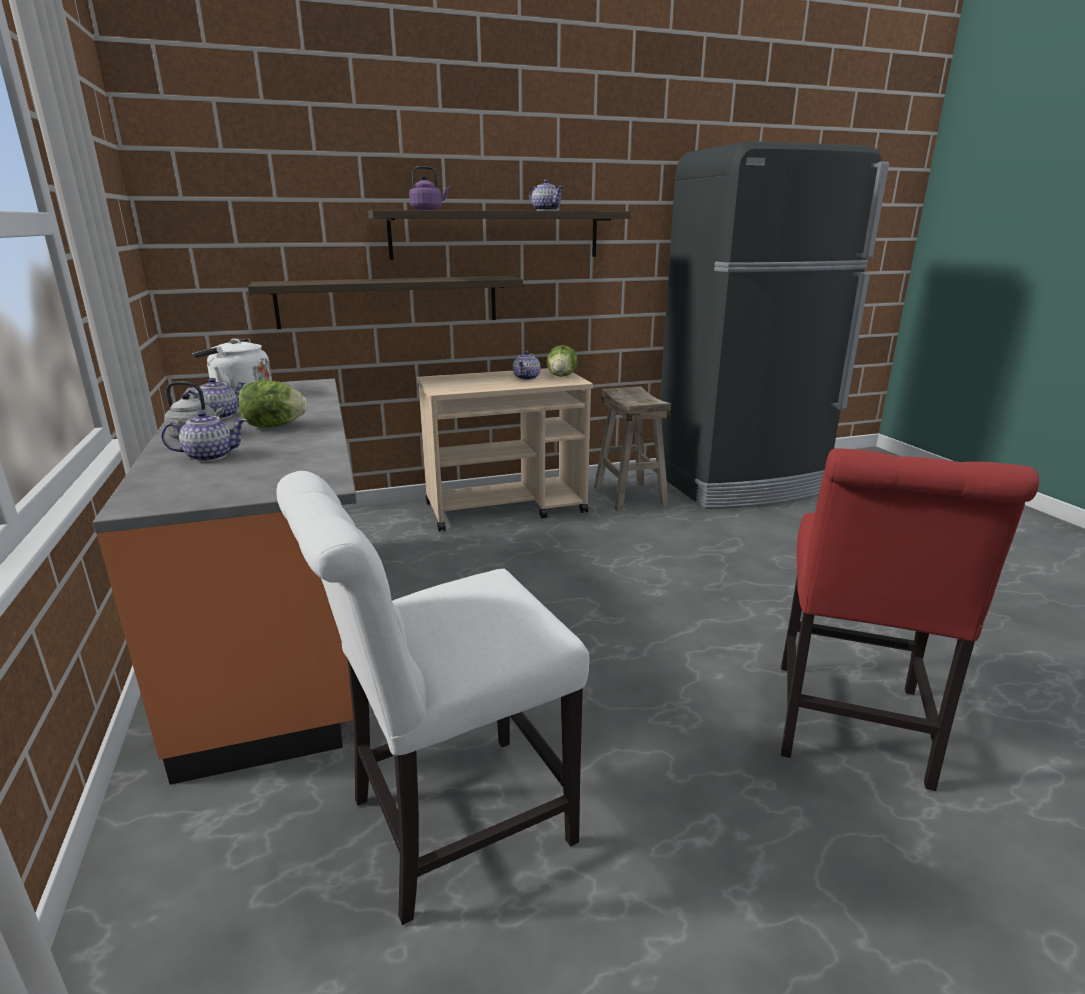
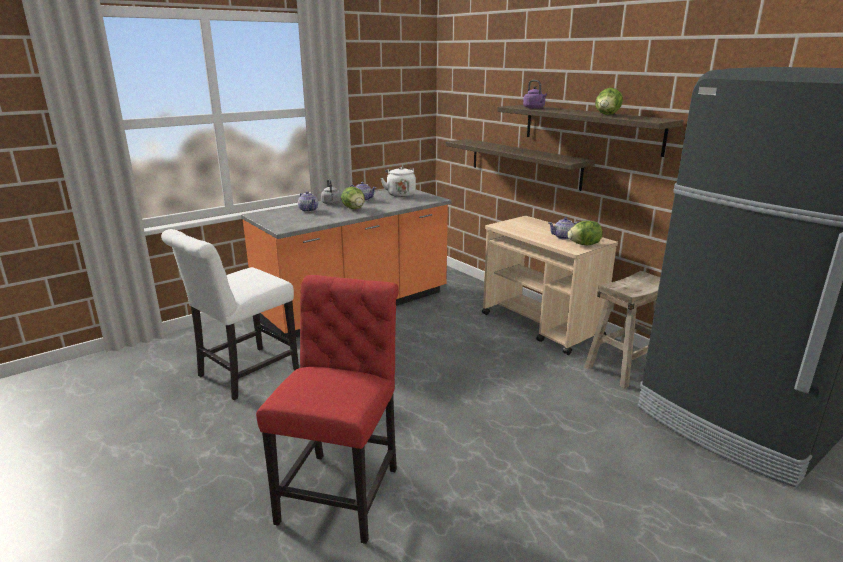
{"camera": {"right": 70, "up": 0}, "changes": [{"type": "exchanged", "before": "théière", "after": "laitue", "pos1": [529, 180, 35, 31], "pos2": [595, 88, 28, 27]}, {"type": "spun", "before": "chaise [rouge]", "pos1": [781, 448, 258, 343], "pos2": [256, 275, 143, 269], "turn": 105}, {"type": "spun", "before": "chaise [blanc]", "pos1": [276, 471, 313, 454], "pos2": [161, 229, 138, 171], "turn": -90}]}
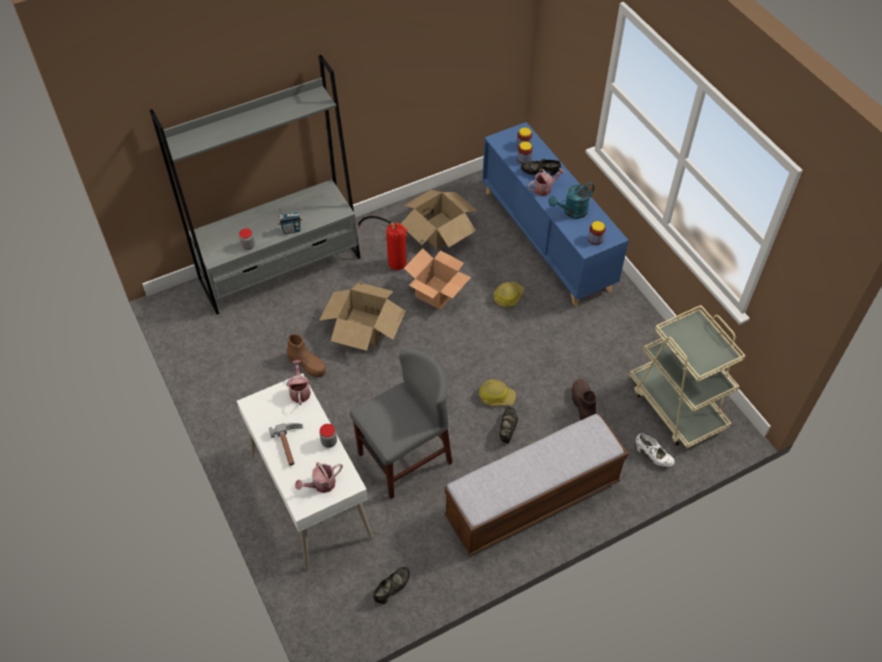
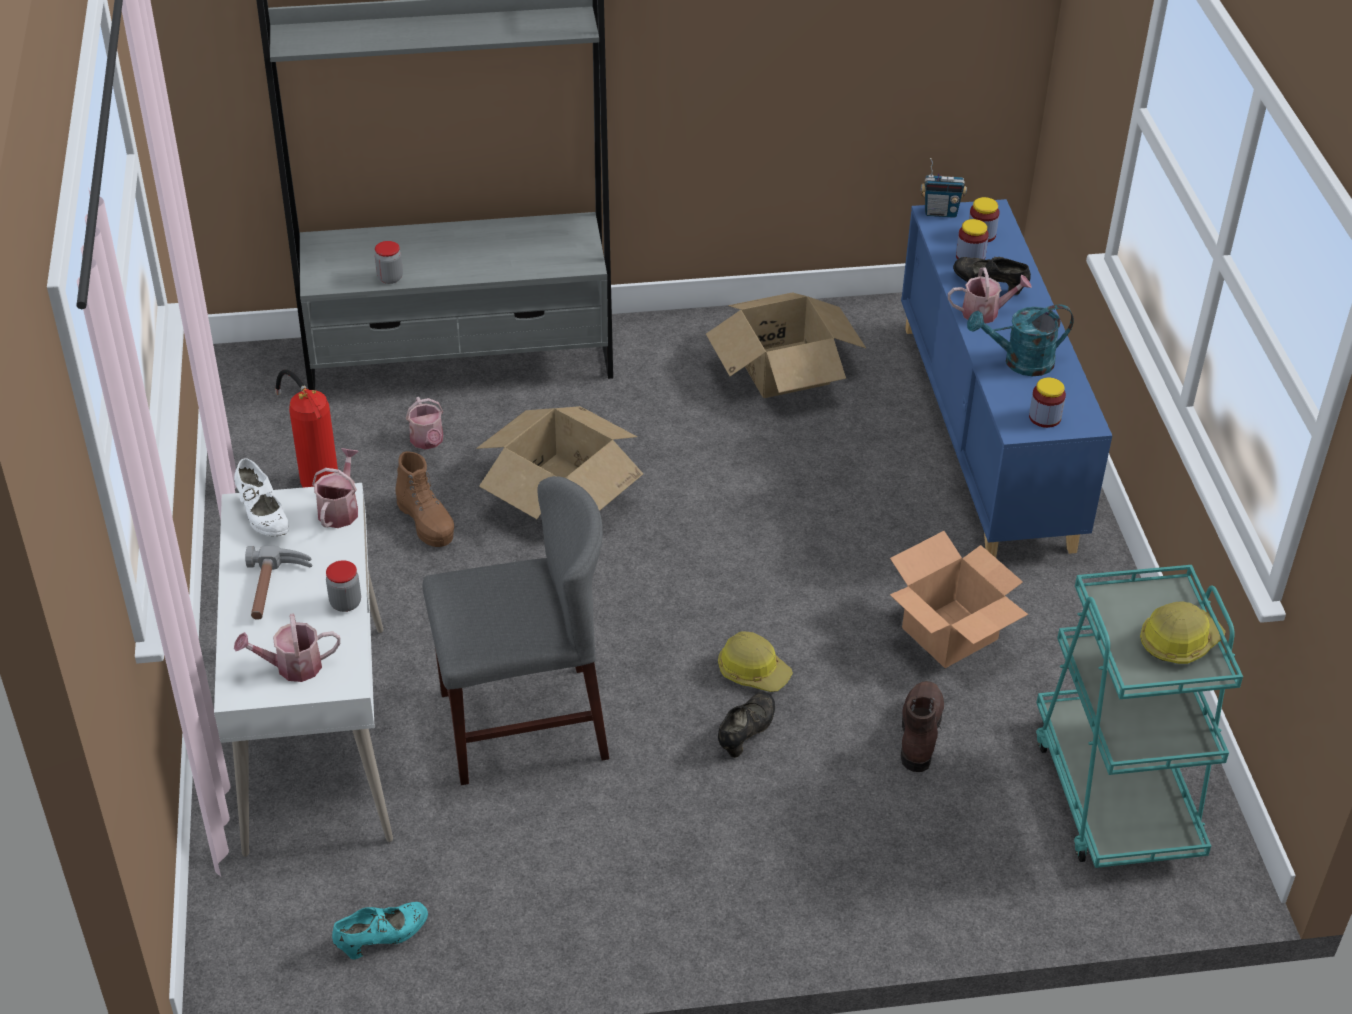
{"camera": {"right": 20, "up": -10}, "changes": [{"type": "relocated", "before": "radio", "pos1": [277, 208, 25, 27], "pos2": [921, 158, 46, 60]}, {"type": "relocated", "before": "extincteur", "pos1": [357, 216, 51, 54], "pos2": [275, 369, 63, 119]}, {"type": "relocated", "before": "carton", "pos1": [404, 248, 67, 62], "pos2": [890, 531, 138, 137]}, {"type": "relocated", "before": "casque de chantier", "pos1": [494, 282, 30, 25], "pos2": [1140, 602, 86, 62]}, {"type": "colour", "before": "chariot [beige]", "after": "chariot [turquoise]", "pos1": [630, 305, 116, 143], "pos2": [1036, 565, 207, 303]}, {"type": "missing", "before": "banc", "pos1": [444, 414, 184, 142]}, {"type": "relocated", "before": "chaussure [blanc]", "pos1": [636, 433, 39, 34], "pos2": [234, 458, 55, 78]}, {"type": "colour", "before": "chaussure [noir]", "after": "chaussure [turquoise]", "pos1": [373, 567, 37, 37], "pos2": [332, 902, 96, 58]}, {"type": "appeared", "after": "arrosoir", "pos2": [406, 397, 37, 53]}]}
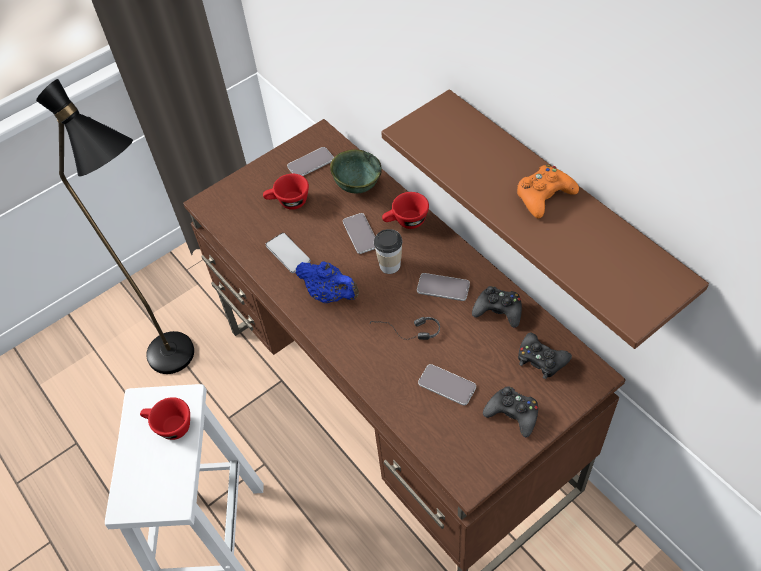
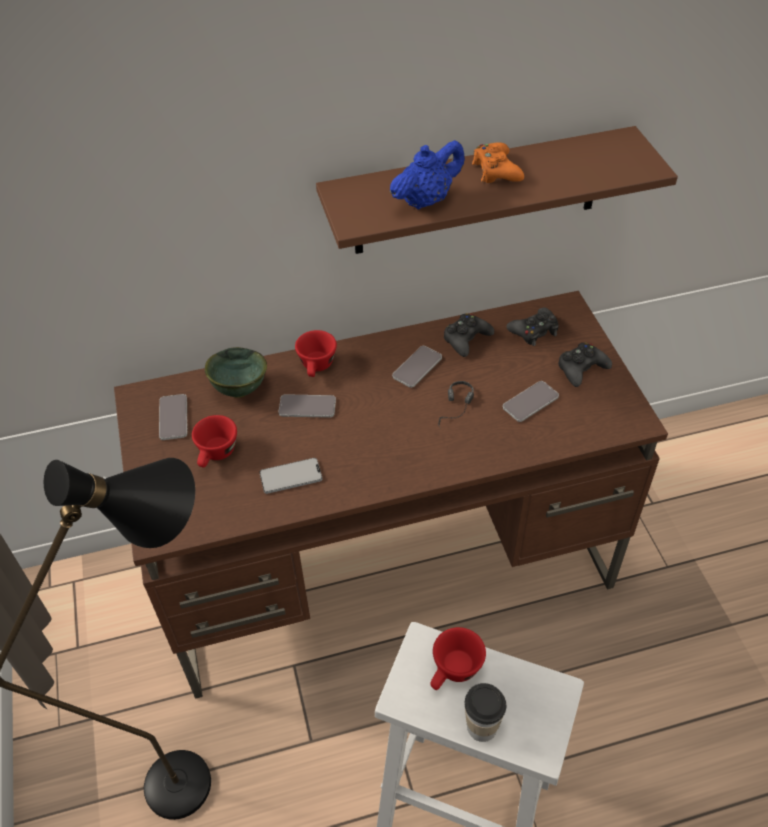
{"camera": {"right": -70, "up": -5}, "changes": [{"type": "relocated", "before": "tasse", "pos1": [374, 229, 28, 45], "pos2": [465, 683, 41, 59]}, {"type": "relocated", "before": "théière [bleu]", "pos1": [296, 261, 63, 42], "pos2": [390, 140, 75, 70]}]}
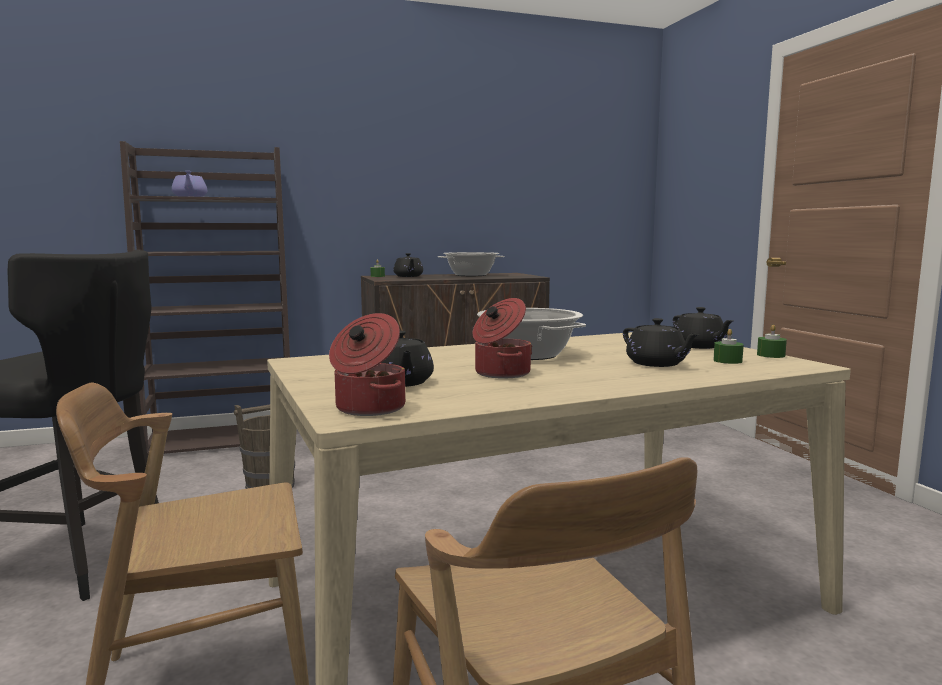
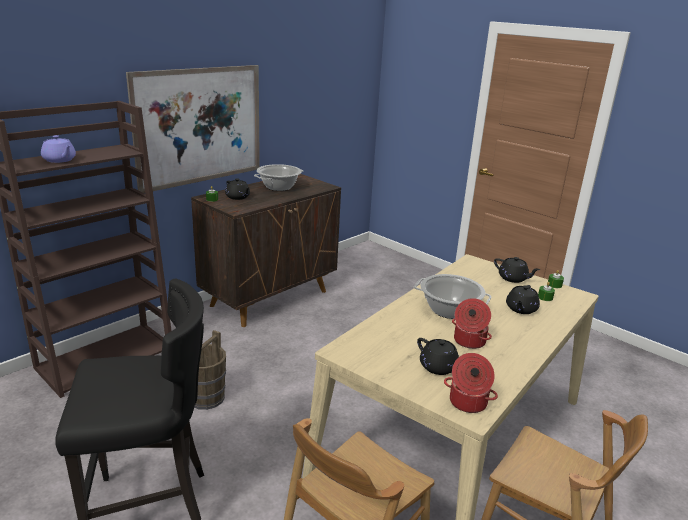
{"camera": {"right": -30, "up": 15}, "changes": [{"type": "spun", "before": "théière [noir]", "pos1": [623, 318, 77, 49], "pos2": [506, 285, 34, 29], "turn": 90}, {"type": "appeared", "after": "tableau", "pos2": [126, 65, 134, 128]}]}
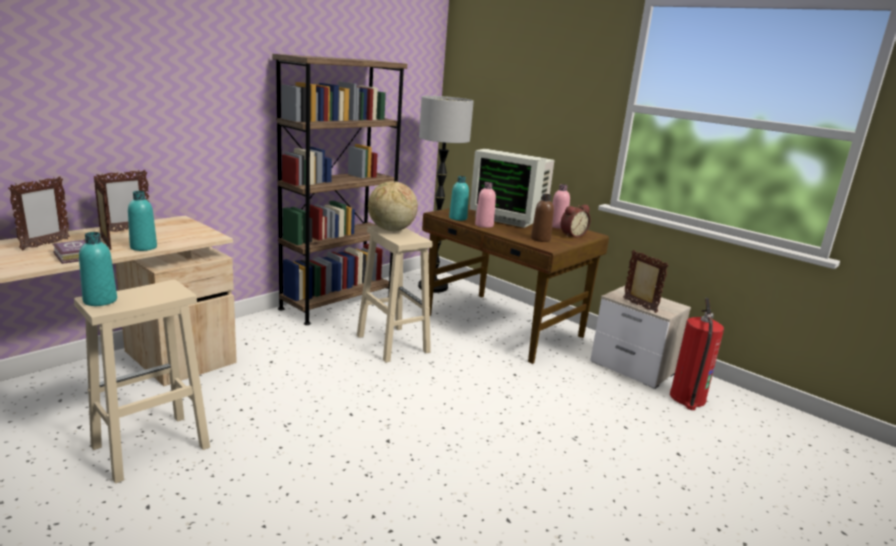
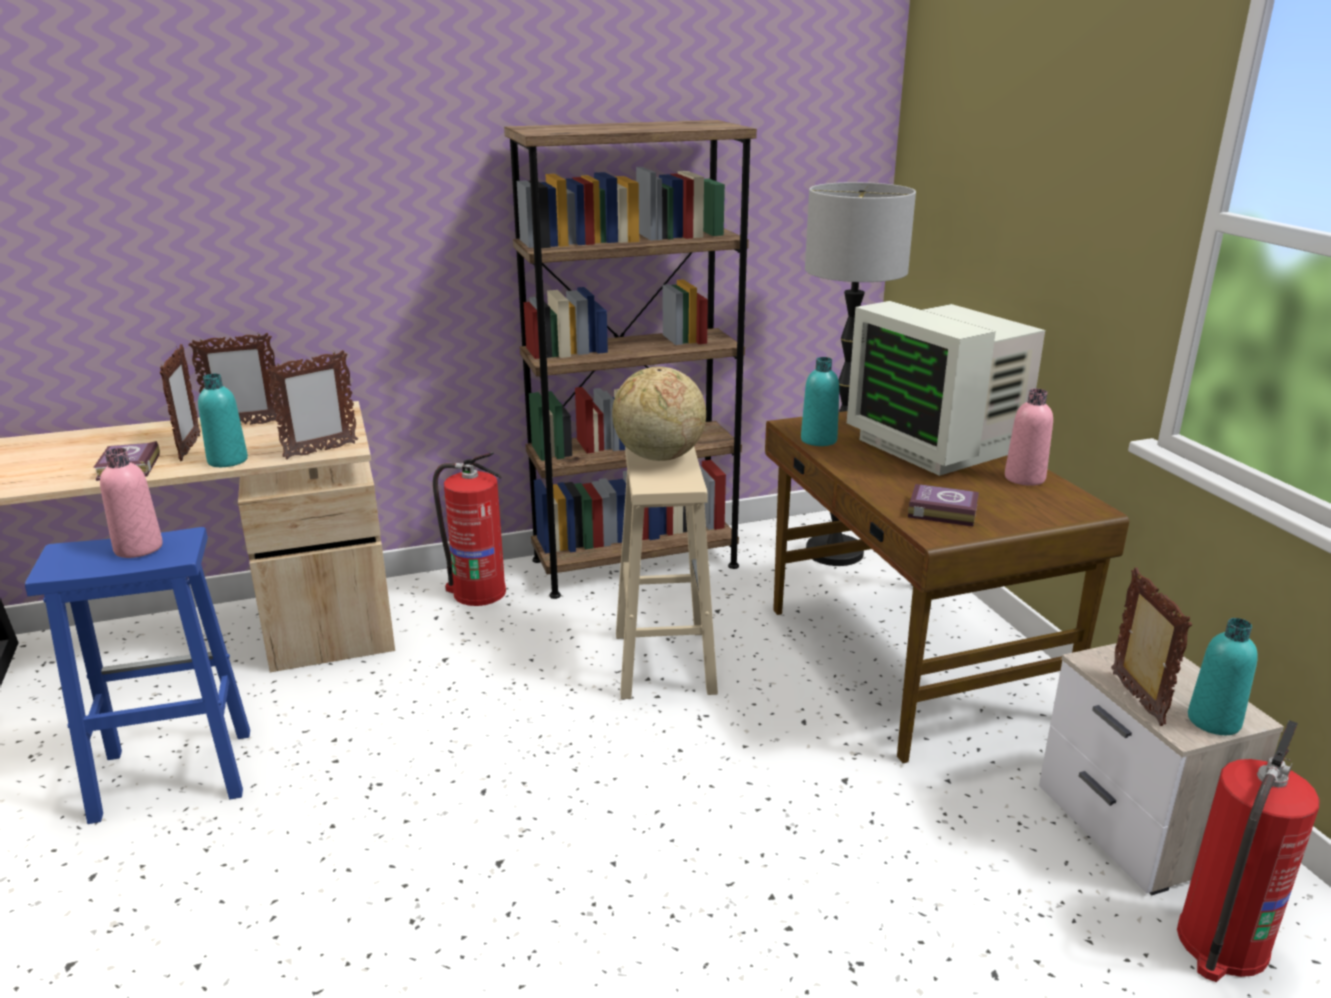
{"camera": {"right": 30, "up": 5}, "changes": [{"type": "relocated", "before": "cadre photo", "pos1": [8, 176, 62, 74], "pos2": [266, 350, 92, 110]}, {"type": "relocated", "before": "bouteille [rose]", "pos1": [475, 182, 21, 46], "pos2": [100, 448, 63, 110]}, {"type": "exchanged", "before": "bouteille [marron]", "after": "livre", "pos1": [531, 194, 23, 48], "pos2": [908, 484, 71, 42]}, {"type": "missing", "before": "réveil", "pos1": [561, 205, 30, 33]}, {"type": "relocated", "before": "bouteille [turquoise]", "pos1": [79, 232, 38, 74], "pos2": [1188, 618, 70, 117]}, {"type": "colour", "before": "tabouret [beige]", "after": "tabouret [bleu]", "pos1": [74, 279, 136, 205], "pos2": [25, 527, 225, 297]}, {"type": "appeared", "after": "extincteur", "pos2": [433, 452, 73, 154]}]}
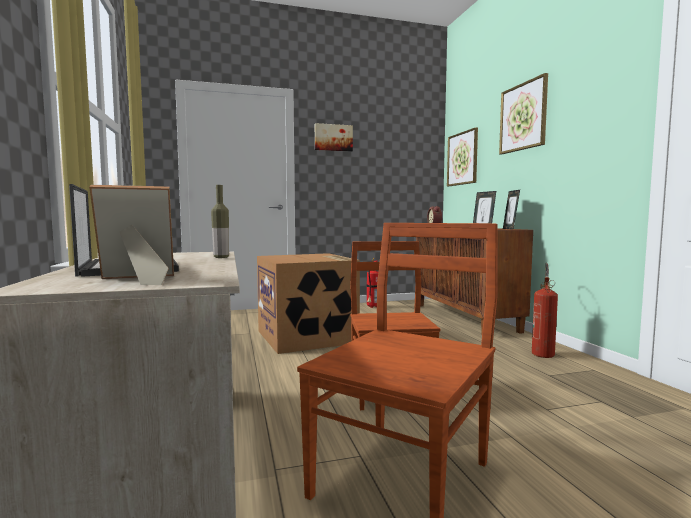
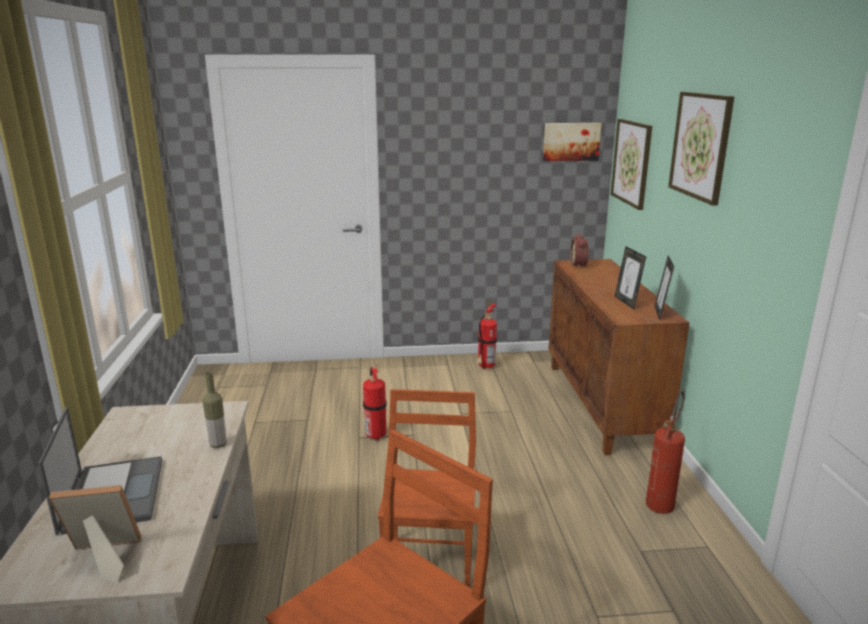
{"camera": {"right": 10, "up": 15}, "changes": [{"type": "relocated", "before": "tableau", "pos1": [315, 123, 38, 29], "pos2": [543, 123, 59, 38]}, {"type": "exchanged", "before": "carton", "after": "extincteur", "pos1": [257, 253, 103, 101], "pos2": [363, 364, 24, 76]}]}
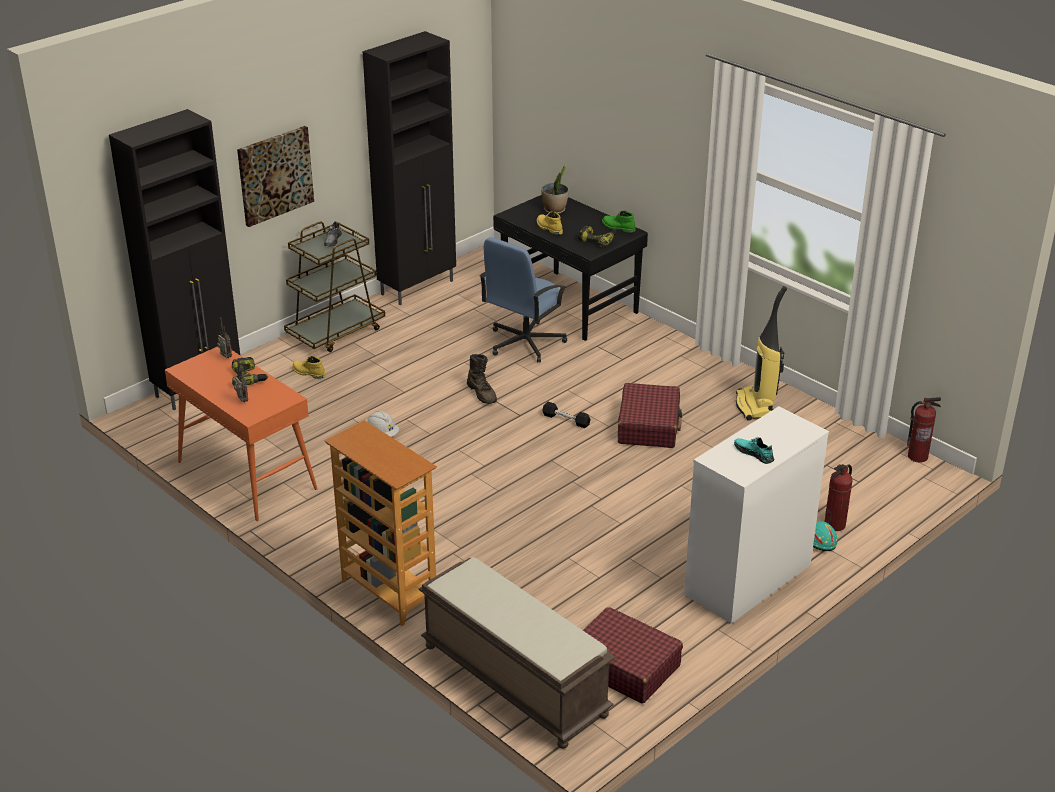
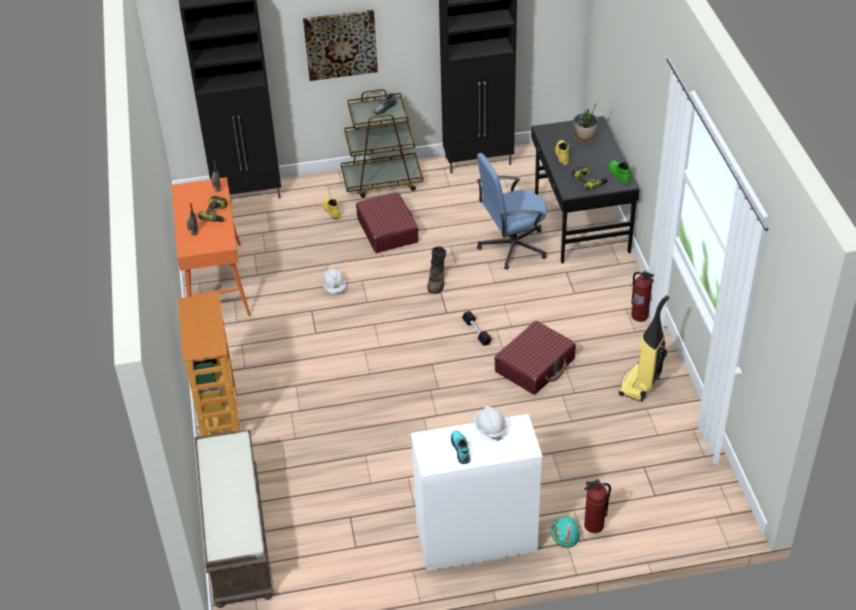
{"camera": {"right": 35, "up": 10}, "changes": [{"type": "relocated", "before": "extincteur", "pos1": [907, 397, 34, 66], "pos2": [631, 271, 23, 51]}, {"type": "relocated", "before": "valise [rouge]", "pos1": [583, 607, 100, 96], "pos2": [356, 192, 63, 61]}, {"type": "appeared", "after": "casque de chantier [blanc]", "pos2": [473, 406, 34, 35]}]}
